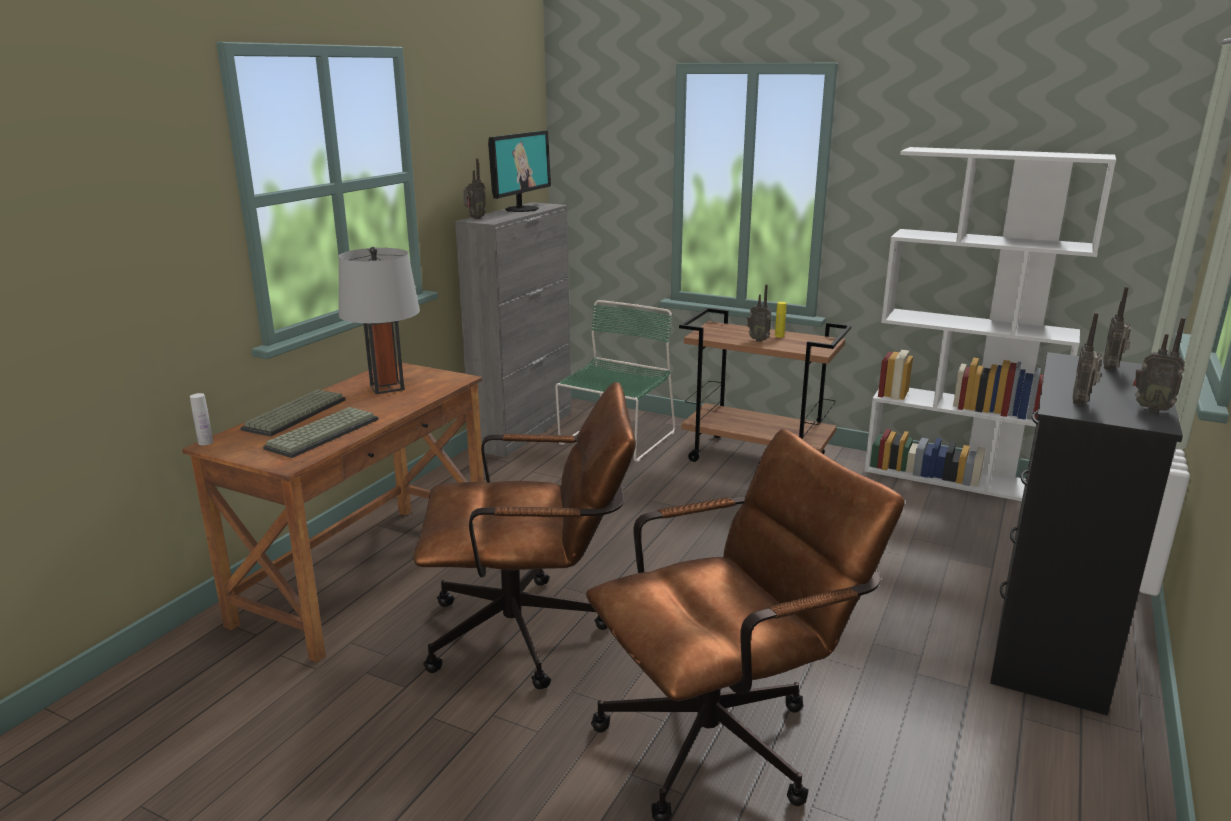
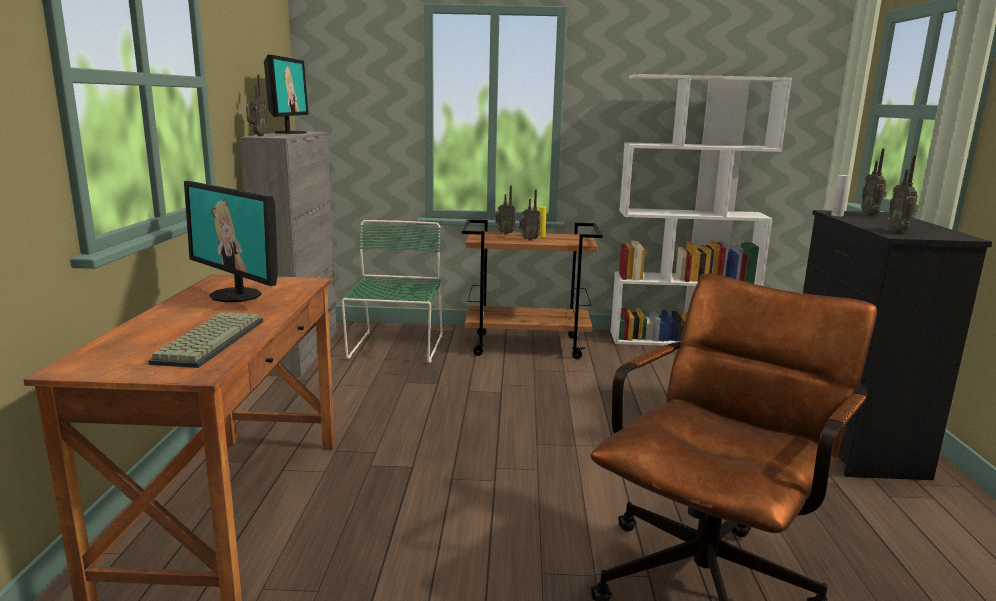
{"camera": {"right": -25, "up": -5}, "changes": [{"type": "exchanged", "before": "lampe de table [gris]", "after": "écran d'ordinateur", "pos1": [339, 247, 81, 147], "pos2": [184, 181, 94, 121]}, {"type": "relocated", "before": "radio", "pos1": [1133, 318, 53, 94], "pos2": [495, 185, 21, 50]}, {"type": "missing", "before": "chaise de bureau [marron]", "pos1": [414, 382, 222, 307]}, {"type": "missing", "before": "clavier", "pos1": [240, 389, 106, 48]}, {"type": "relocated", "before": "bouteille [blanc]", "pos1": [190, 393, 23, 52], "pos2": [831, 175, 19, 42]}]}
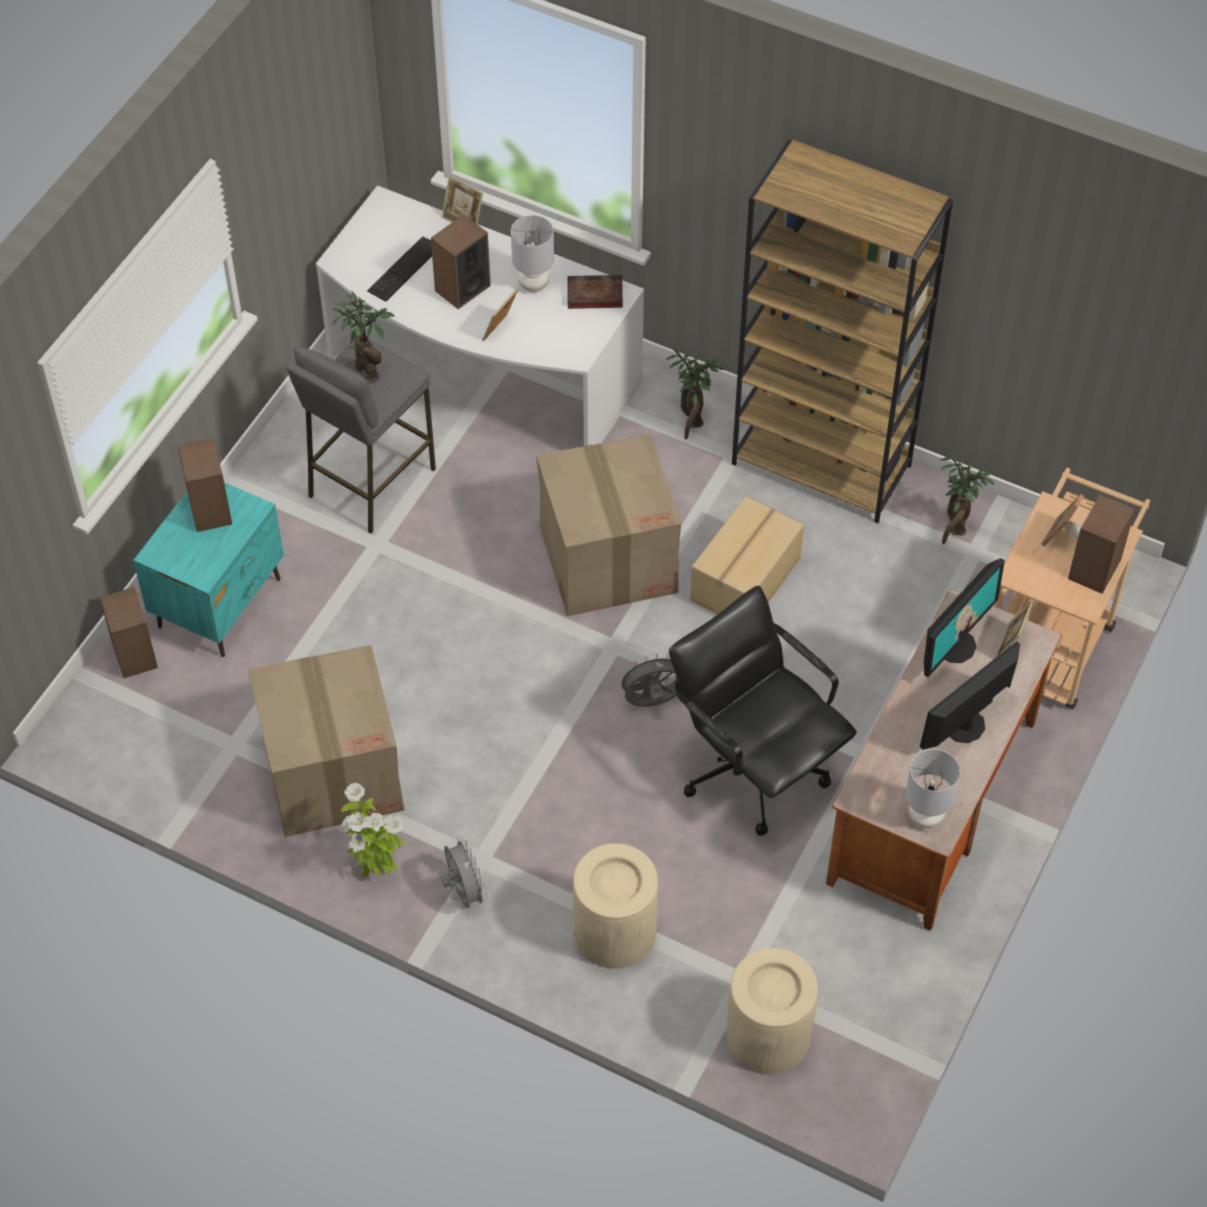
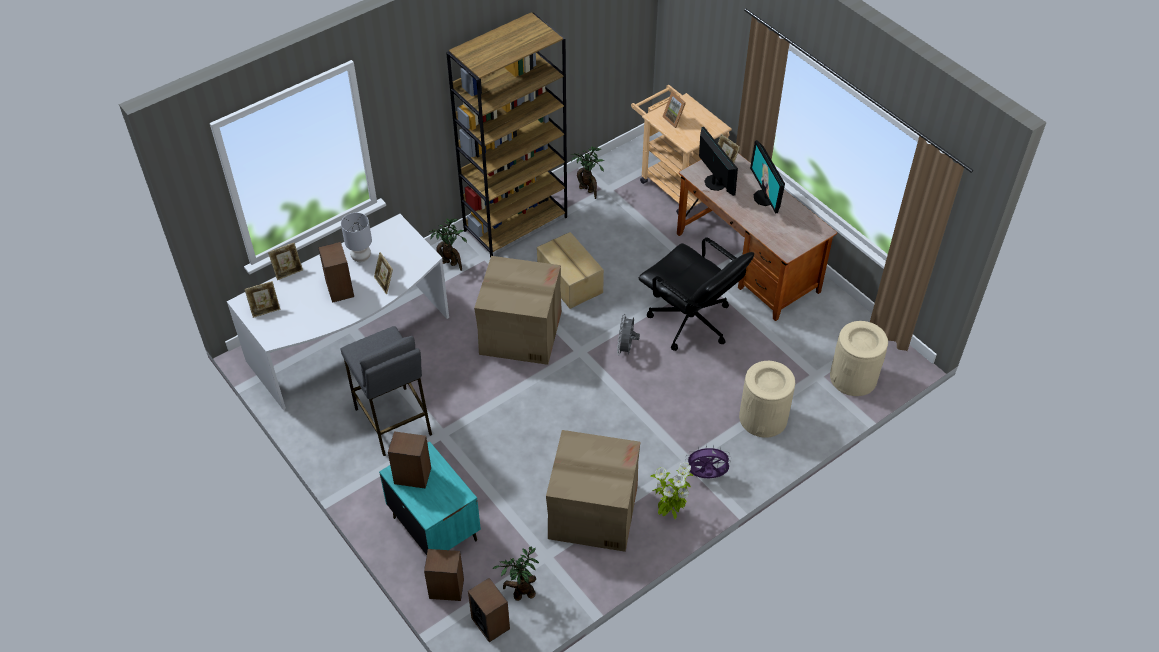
{"camera": {"right": -65, "up": -5}, "changes": [{"type": "missing", "before": "clavier", "pos1": [367, 236, 65, 66]}, {"type": "missing", "before": "livre", "pos1": [568, 275, 55, 34]}, {"type": "relocated", "before": "plante en pot", "pos1": [332, 291, 63, 92], "pos2": [492, 547, 47, 54]}, {"type": "relocated", "before": "enceinte", "pos1": [1068, 494, 67, 100], "pos2": [468, 578, 42, 64]}, {"type": "spun", "before": "chaise de bureau [noir]", "pos1": [669, 586, 187, 250], "pos2": [639, 237, 115, 114], "turn": -120}, {"type": "missing", "before": "lampe de table [gris]", "pos1": [905, 749, 55, 80]}, {"type": "colour", "before": "ventilateur [gris]", "after": "ventilateur [violet]", "pos1": [441, 836, 47, 72], "pos2": [685, 445, 47, 33]}, {"type": "appeared", "after": "cadre photo", "pos2": [244, 281, 36, 37]}]}
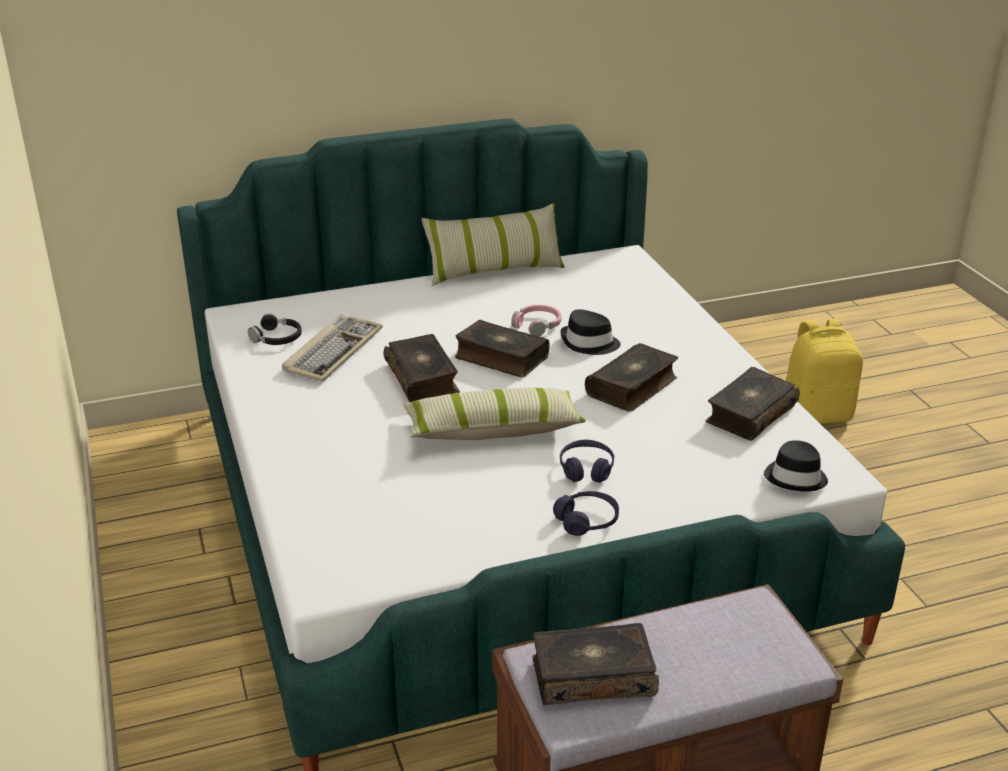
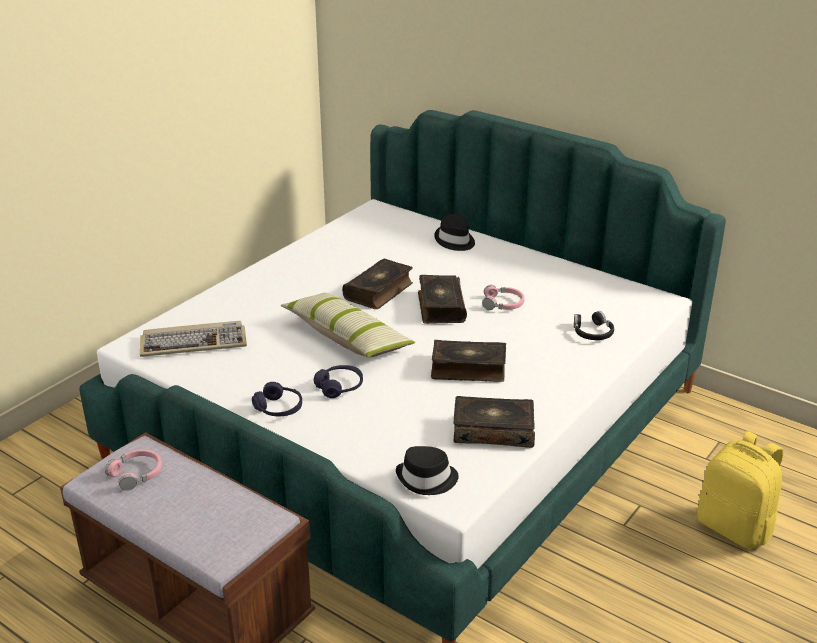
{"camera": {"right": 55, "up": 0}, "changes": [{"type": "missing", "before": "coussin", "pos1": [421, 203, 144, 83]}, {"type": "relocated", "before": "chapeau [noir]", "pos1": [560, 309, 61, 46], "pos2": [434, 214, 41, 37]}, {"type": "relocated", "before": "casque audio [noir]", "pos1": [248, 314, 54, 31], "pos2": [574, 311, 40, 29]}, {"type": "relocated", "before": "clavier", "pos1": [282, 315, 101, 67], "pos2": [140, 321, 107, 36]}, {"type": "exchanged", "before": "livre", "after": "casque audio [rose]", "pos1": [533, 623, 126, 82], "pos2": [105, 449, 57, 42]}]}
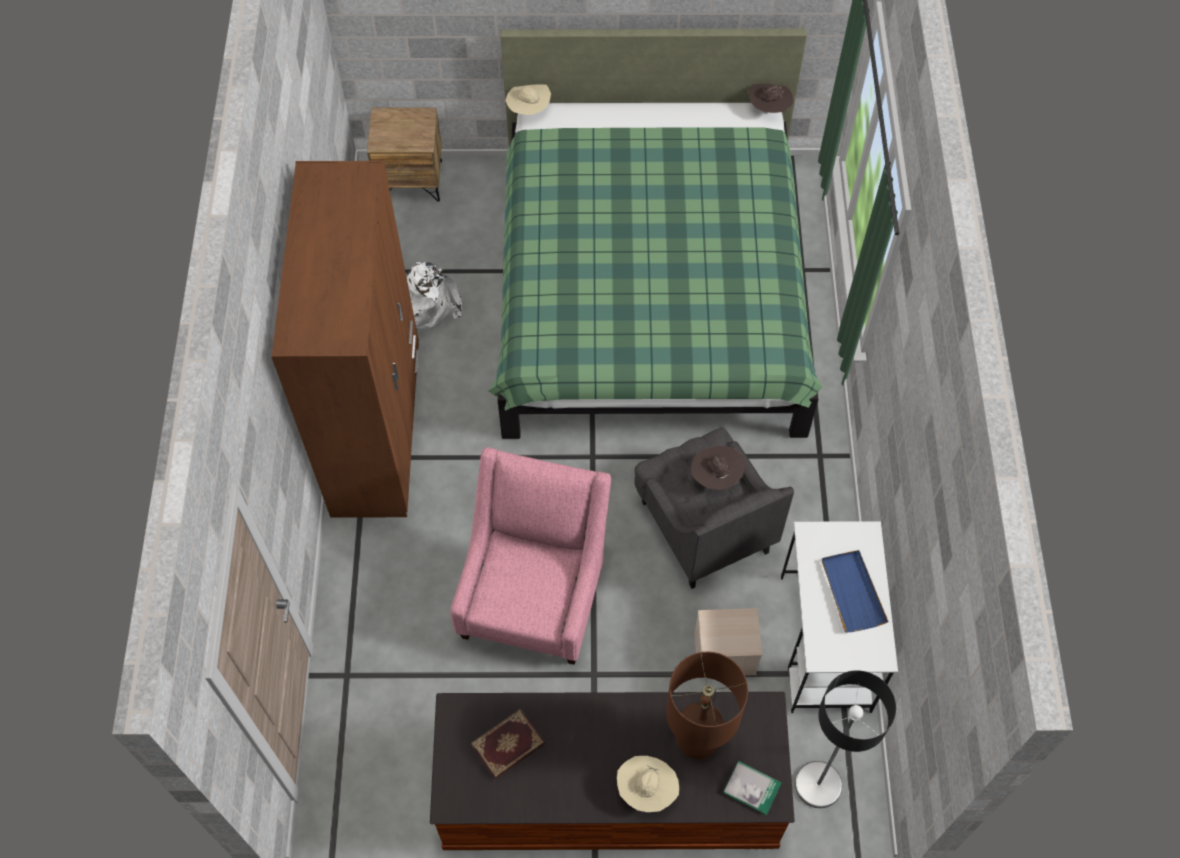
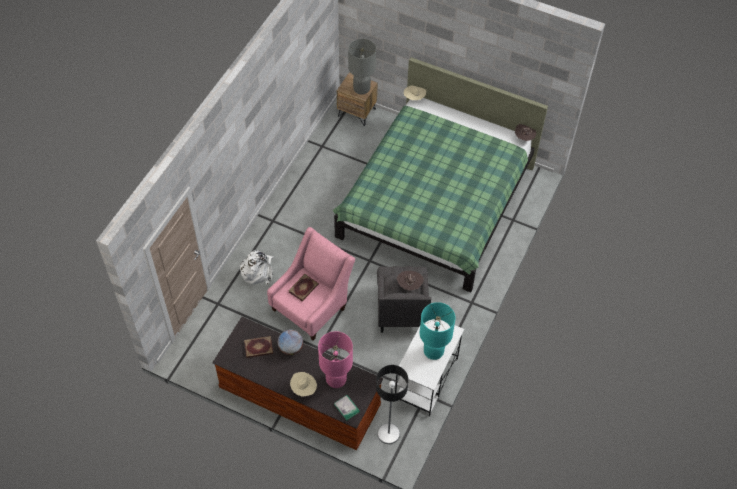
{"camera": {"right": 25, "up": -5}, "changes": [{"type": "missing", "before": "armoire [marron]", "pos1": [271, 161, 148, 357]}, {"type": "relocated", "before": "sac à dos [blanc]", "pos1": [407, 262, 55, 68], "pos2": [239, 250, 34, 35]}, {"type": "exchanged", "before": "plateau [bleu]", "after": "lampe de table [turquoise]", "pos1": [822, 550, 67, 82], "pos2": [420, 302, 35, 58]}, {"type": "missing", "before": "boîte de rangement [beige]", "pos1": [694, 608, 68, 68]}, {"type": "colour", "before": "lampe de table [marron]", "after": "lampe de table [rose]", "pos1": [666, 652, 82, 107], "pos2": [318, 331, 35, 57]}, {"type": "appeared", "after": "lampe de table [gris]", "pos2": [348, 39, 28, 55]}, {"type": "appeared", "after": "livre", "pos2": [288, 274, 31, 27]}, {"type": "appeared", "after": "globe", "pos2": [278, 330, 25, 25]}]}
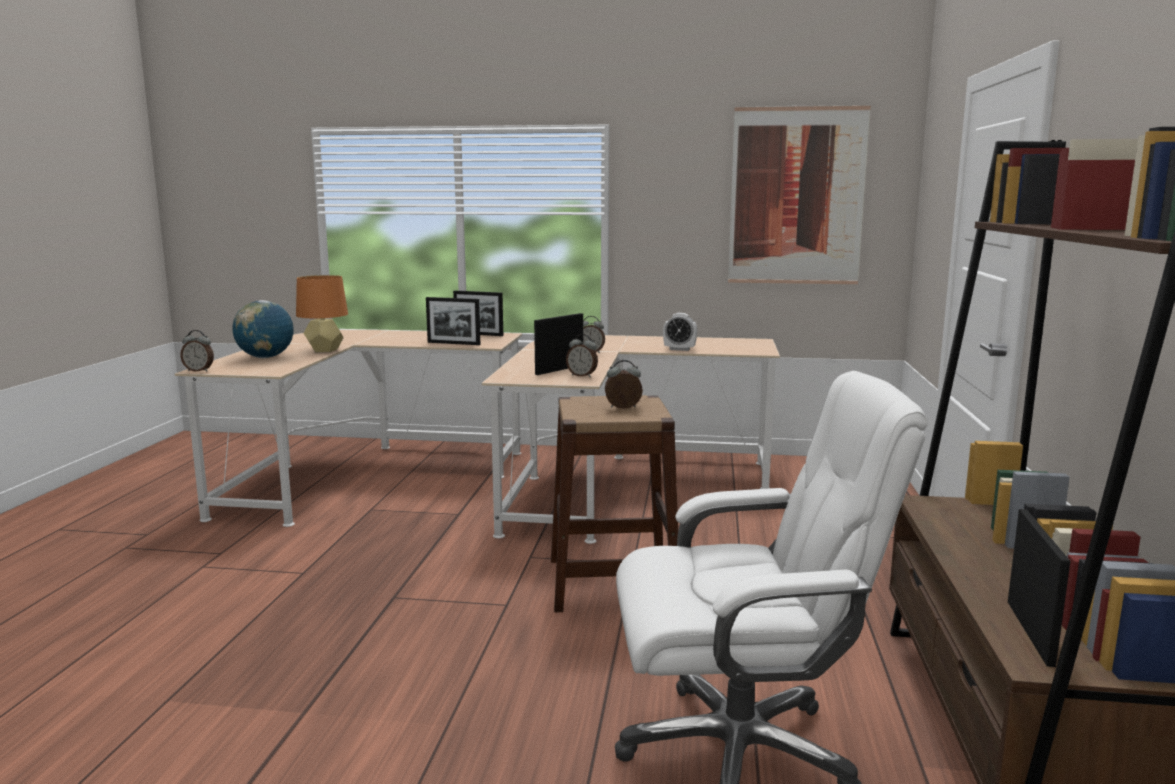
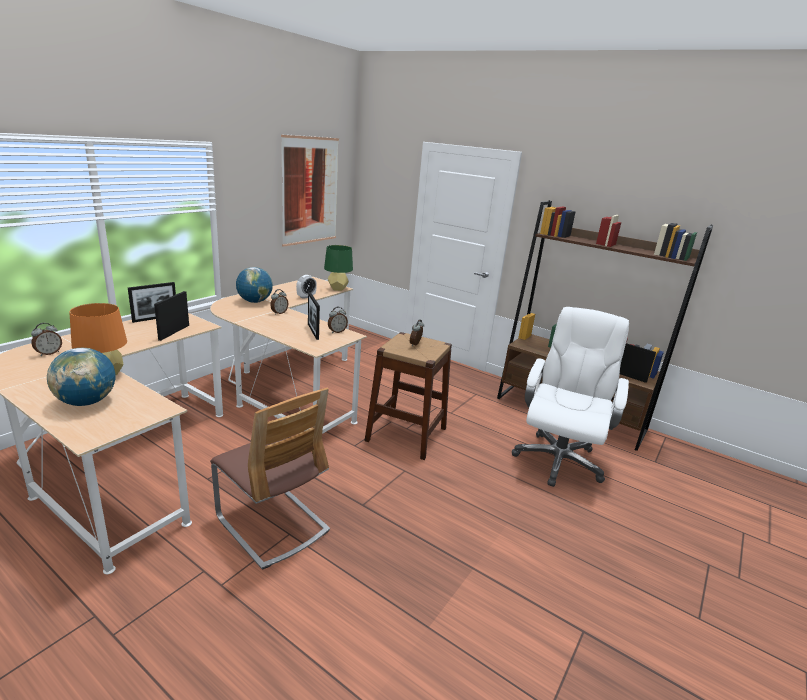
{"camera": {"right": -65, "up": 10}, "changes": [{"type": "spun", "before": "cadre photo", "pos1": [426, 297, 54, 48], "pos2": [154, 291, 35, 50], "turn": 150}, {"type": "relocated", "before": "réveil", "pos1": [180, 330, 34, 42], "pos2": [31, 323, 31, 33]}, {"type": "appeared", "after": "lampe de table [vert]", "pos2": [324, 245, 29, 46]}, {"type": "appeared", "after": "globe", "pos2": [236, 267, 37, 36]}, {"type": "appeared", "after": "chaise", "pos2": [210, 388, 120, 181]}]}
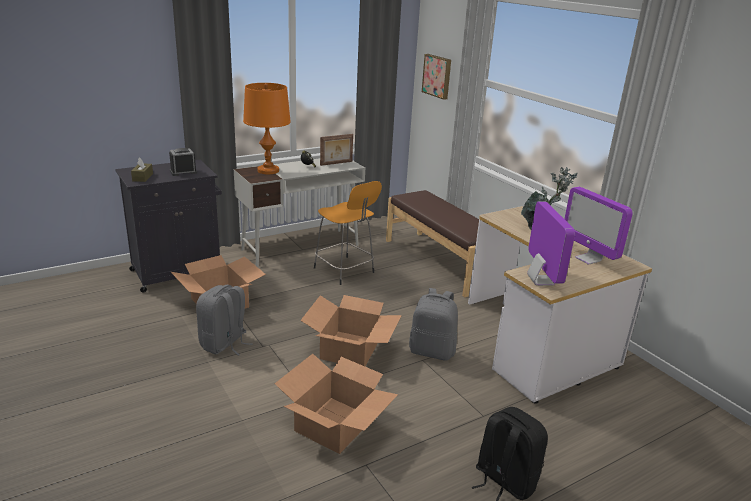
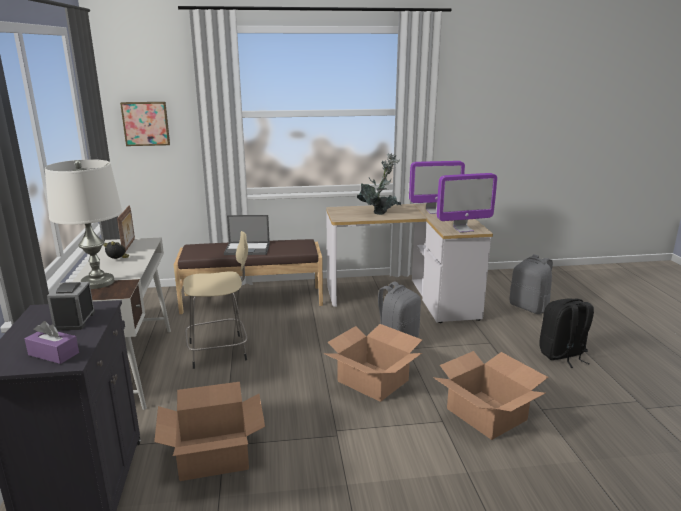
{"camera": {"right": -65, "up": -5}, "changes": [{"type": "colour", "before": "lampe de table [orange]", "after": "lampe de table [blanc]", "pos1": [243, 83, 48, 91], "pos2": [45, 159, 77, 130]}, {"type": "colour", "before": "boîte à mouchoirs [marron]", "after": "boîte à mouchoirs [violet]", "pos1": [131, 157, 22, 25], "pos2": [25, 321, 54, 43]}, {"type": "colour", "before": "tabouret [orange]", "after": "tabouret [beige]", "pos1": [314, 181, 68, 104], "pos2": [183, 231, 65, 138]}, {"type": "spun", "before": "écran d'ordinateur", "pos1": [527, 202, 48, 84], "pos2": [437, 173, 60, 60], "turn": 150}, {"type": "relocated", "before": "sac à dos [gris]", "pos1": [196, 285, 57, 71], "pos2": [510, 254, 43, 60]}, {"type": "appeared", "after": "ordinateur portable", "pos2": [224, 215, 46, 40]}]}
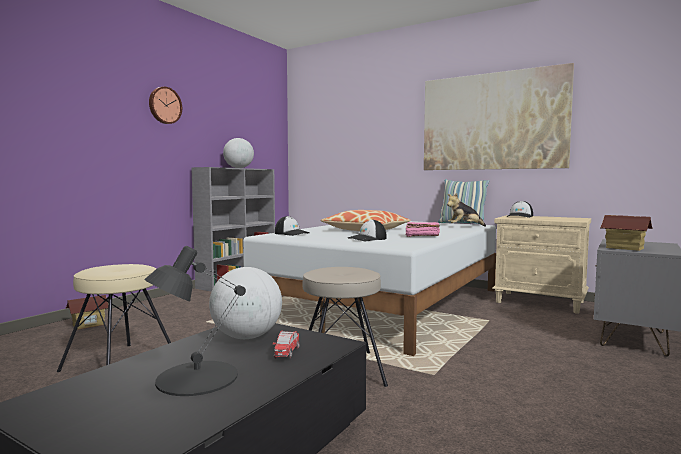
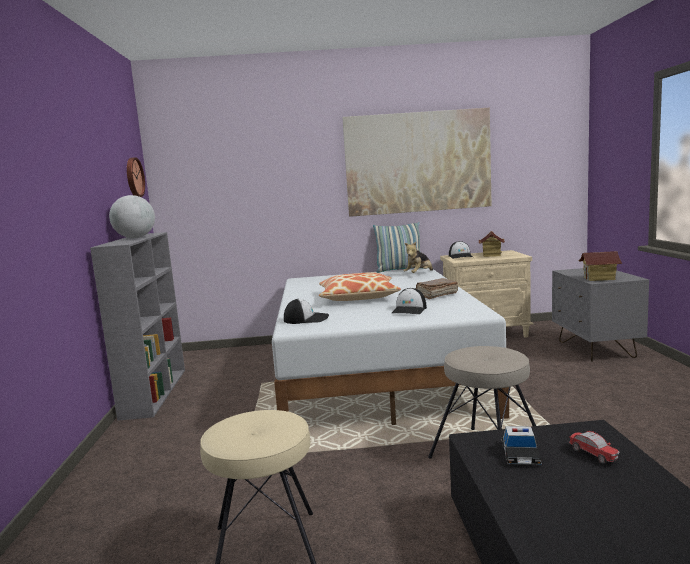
{"camera": {"right": -35, "up": 5}, "changes": [{"type": "relocated", "before": "horloge murale", "pos1": [149, 87, 33, 37], "pos2": [127, 157, 18, 40]}, {"type": "colour", "before": "livre [rose]", "after": "livre [marron]", "pos1": [405, 222, 35, 15], "pos2": [415, 278, 43, 21]}, {"type": "missing", "before": "lampe de table [noir]", "pos1": [144, 246, 102, 150]}, {"type": "exchanged", "before": "globe", "after": "petite voiture", "pos1": [209, 267, 73, 72], "pos2": [501, 426, 41, 39]}, {"type": "relocated", "before": "maison miniature", "pos1": [65, 295, 43, 35], "pos2": [479, 231, 26, 26]}]}
